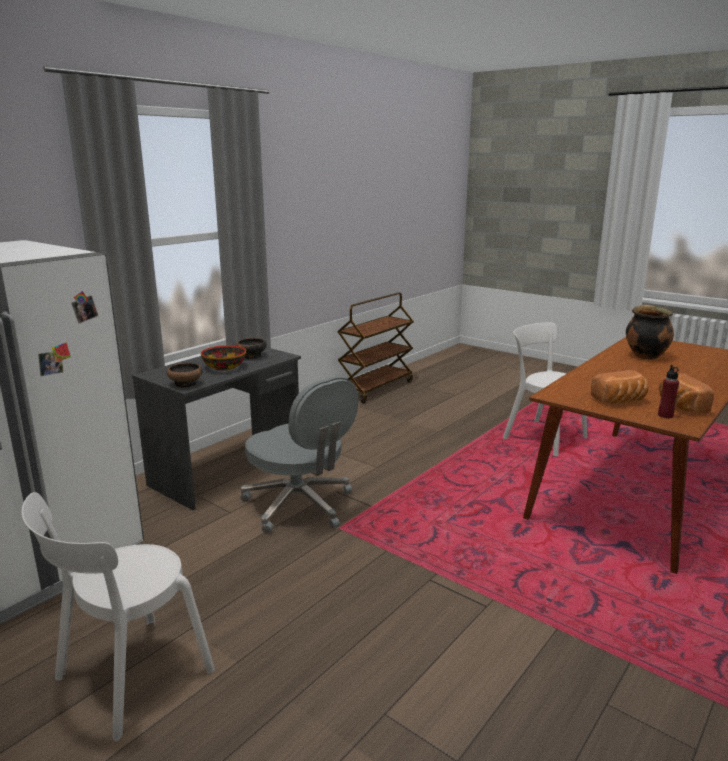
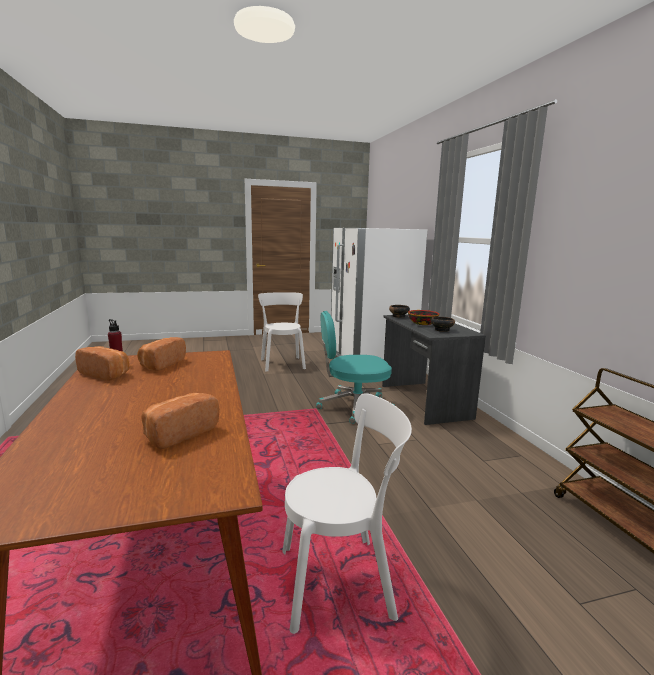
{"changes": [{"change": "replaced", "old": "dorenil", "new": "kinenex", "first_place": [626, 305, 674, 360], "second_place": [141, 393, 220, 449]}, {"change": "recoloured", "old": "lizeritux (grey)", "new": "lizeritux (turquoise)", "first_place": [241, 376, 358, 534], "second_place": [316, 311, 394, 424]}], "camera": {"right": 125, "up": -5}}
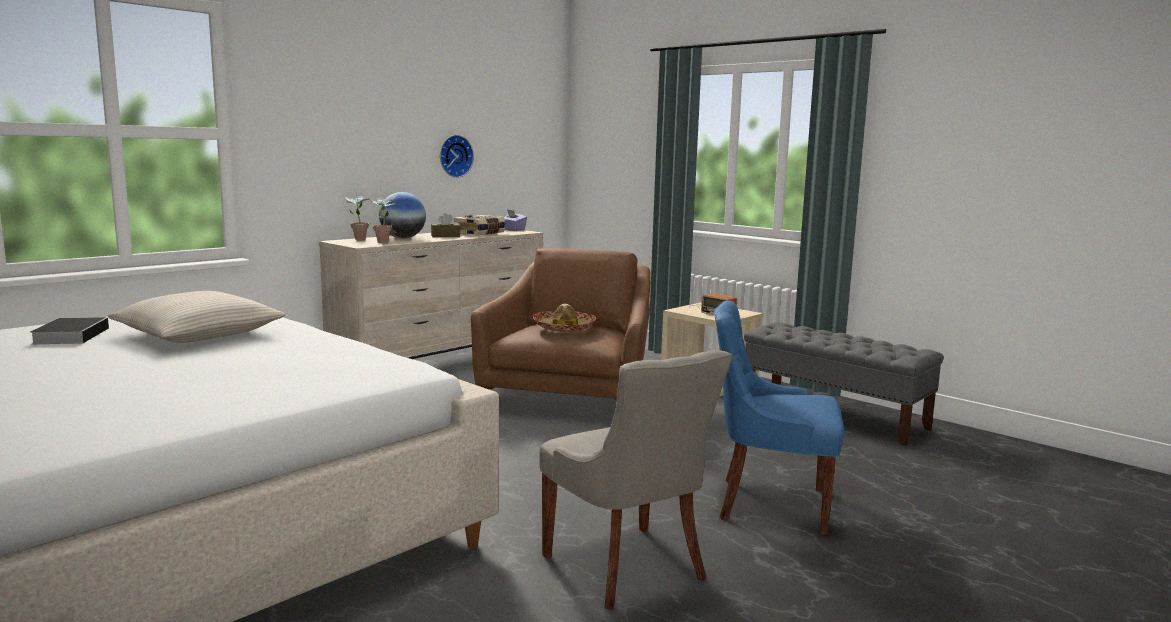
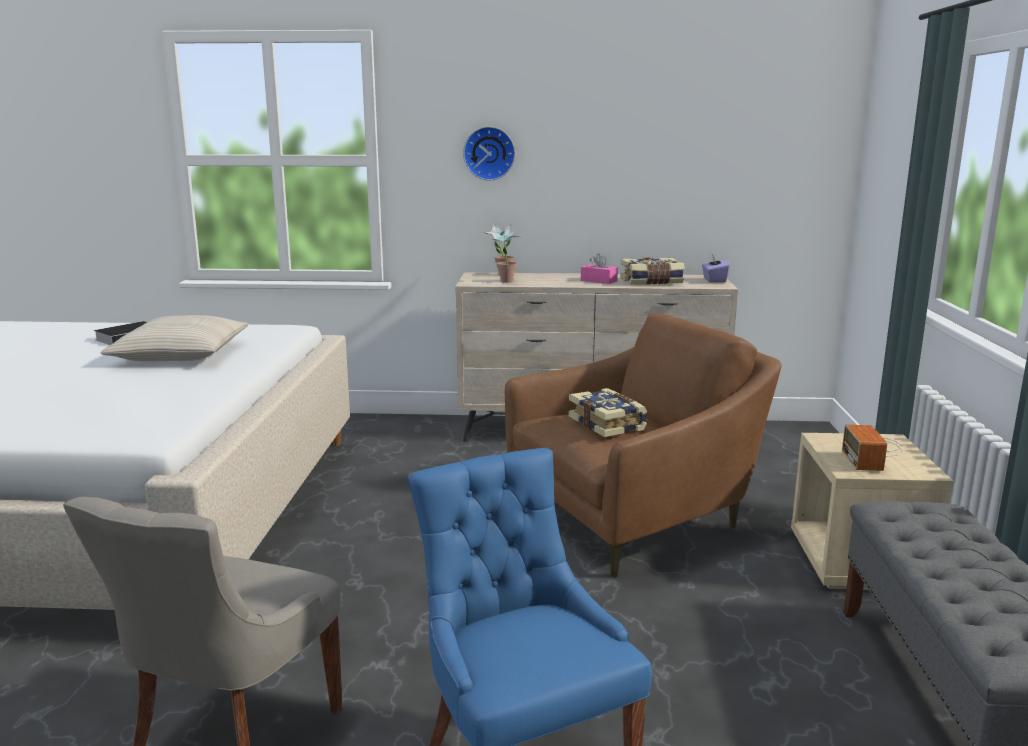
{"changes": [{"change": "moved", "old": "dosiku", "first_place": [440, 135, 474, 178], "second_place": [463, 126, 515, 180]}, {"change": "removed", "old": "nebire", "first_place": [379, 192, 426, 239]}, {"change": "recoloured", "old": "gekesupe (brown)", "new": "gekesupe (pink)", "first_place": [431, 213, 460, 237], "second_place": [581, 253, 618, 284]}, {"change": "replaced", "old": "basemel", "new": "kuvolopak", "first_place": [533, 304, 596, 332], "second_place": [569, 388, 647, 438]}], "camera": {"right": 50, "up": 5}}
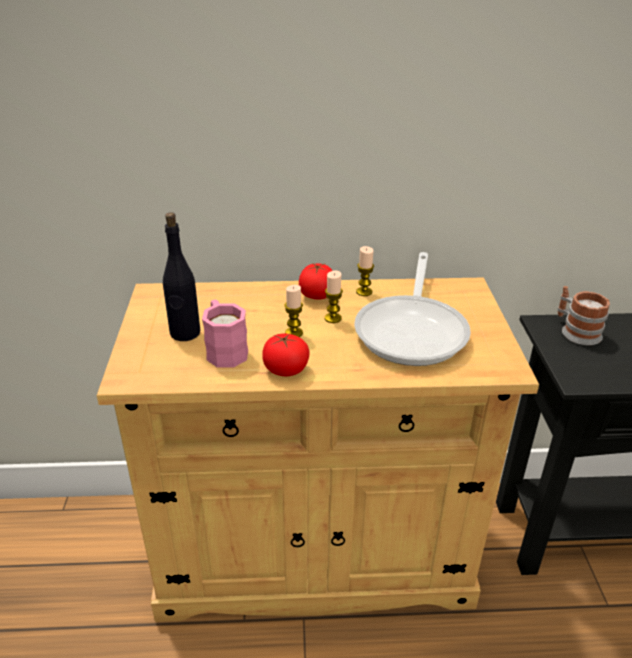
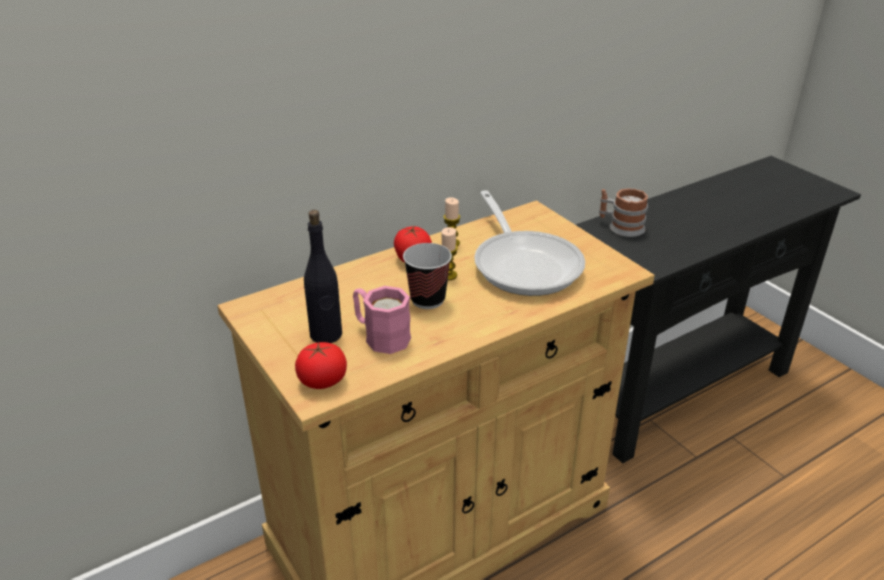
{"changes": [{"change": "replaced", "old": "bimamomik", "new": "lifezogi", "first_place": [284, 285, 303, 337], "second_place": [403, 243, 452, 309]}, {"change": "moved", "old": "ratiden", "first_place": [262, 334, 310, 376], "second_place": [295, 342, 347, 389]}], "camera": {"right": -30, "up": 0}}
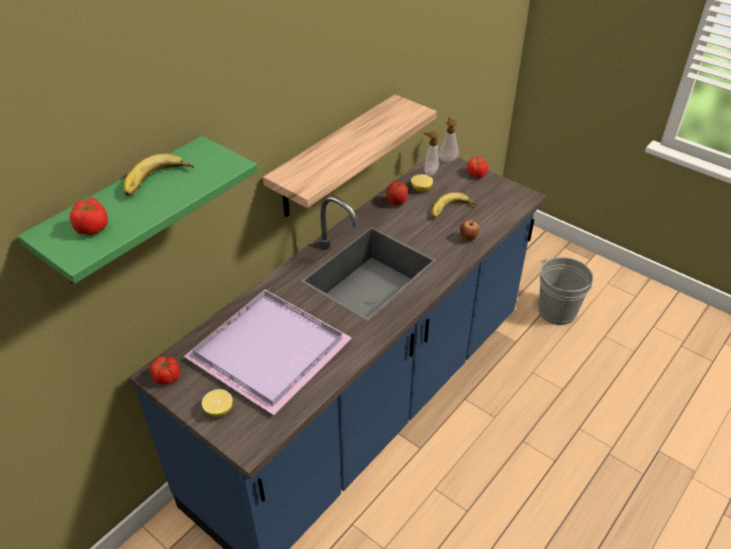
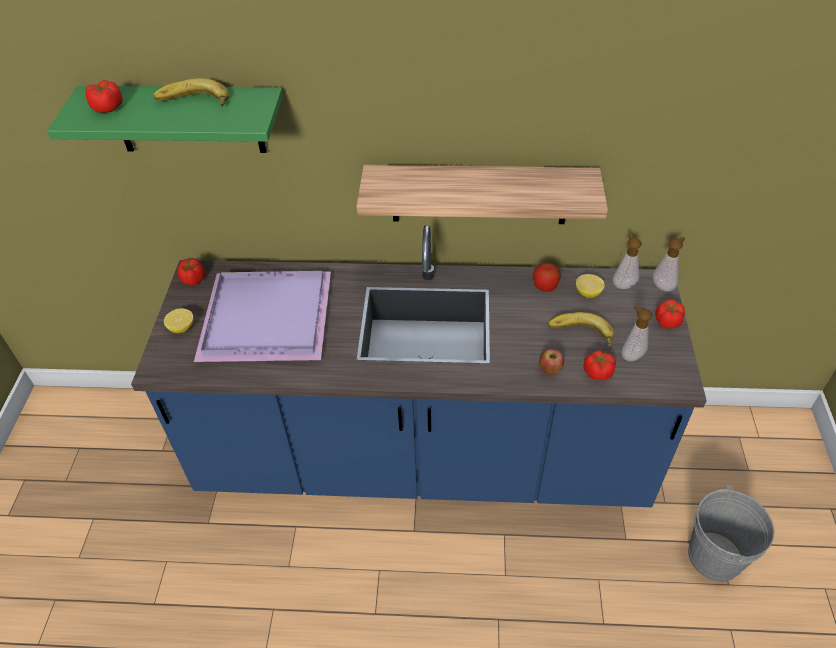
{"changes": [{"change": "added", "new": "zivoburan", "second_place": [621, 304, 653, 362]}, {"change": "added", "new": "ratiden", "second_place": [584, 350, 616, 380]}], "camera": {"right": 55, "up": 5}}
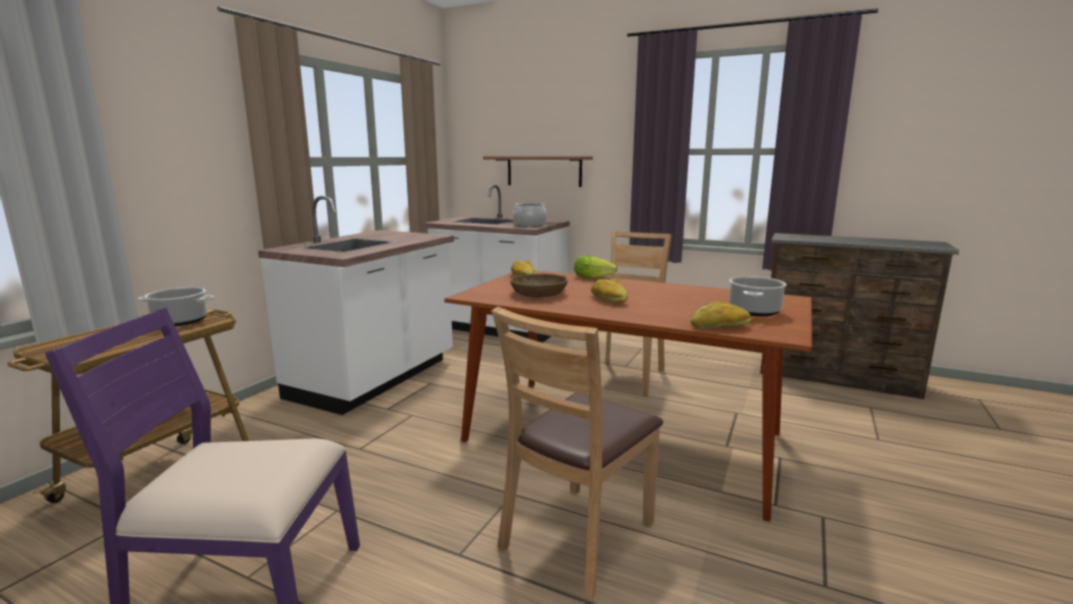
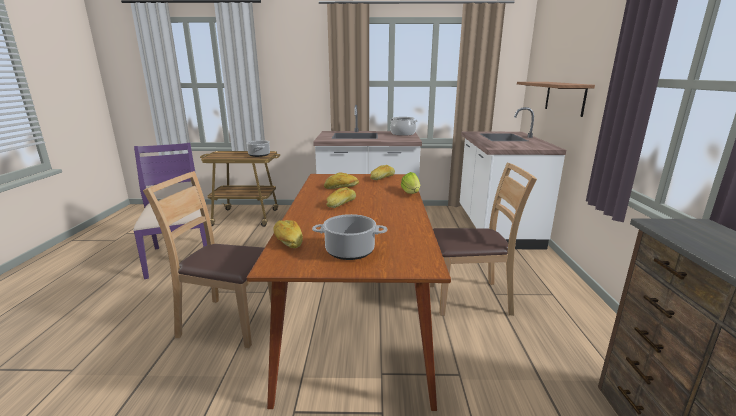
{"changes": [{"change": "moved", "old": "dorenil", "first_place": [513, 203, 547, 227], "second_place": [390, 117, 418, 136]}, {"change": "replaced", "old": "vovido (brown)", "new": "kinenex", "first_place": [510, 273, 568, 298], "second_place": [324, 172, 359, 189]}], "camera": {"right": 65, "up": 5}}
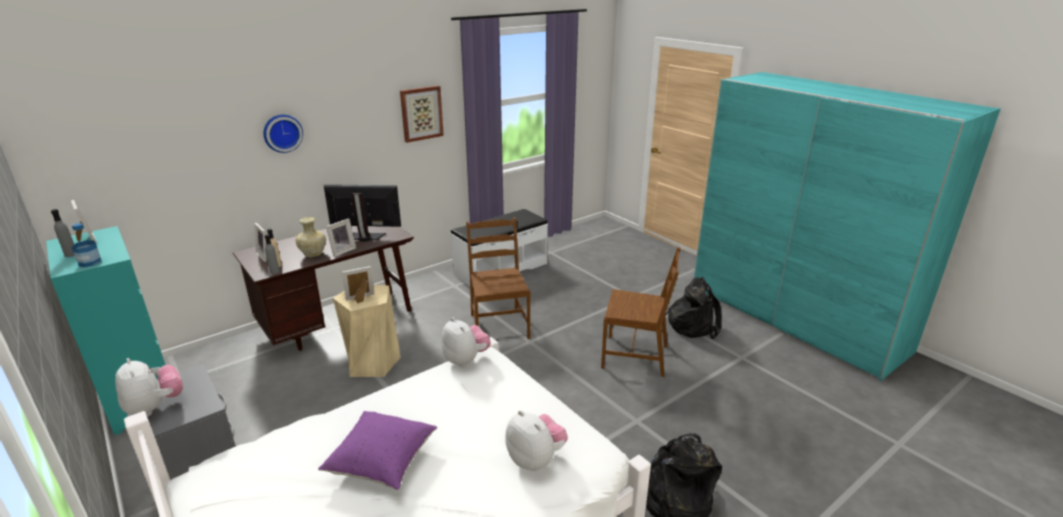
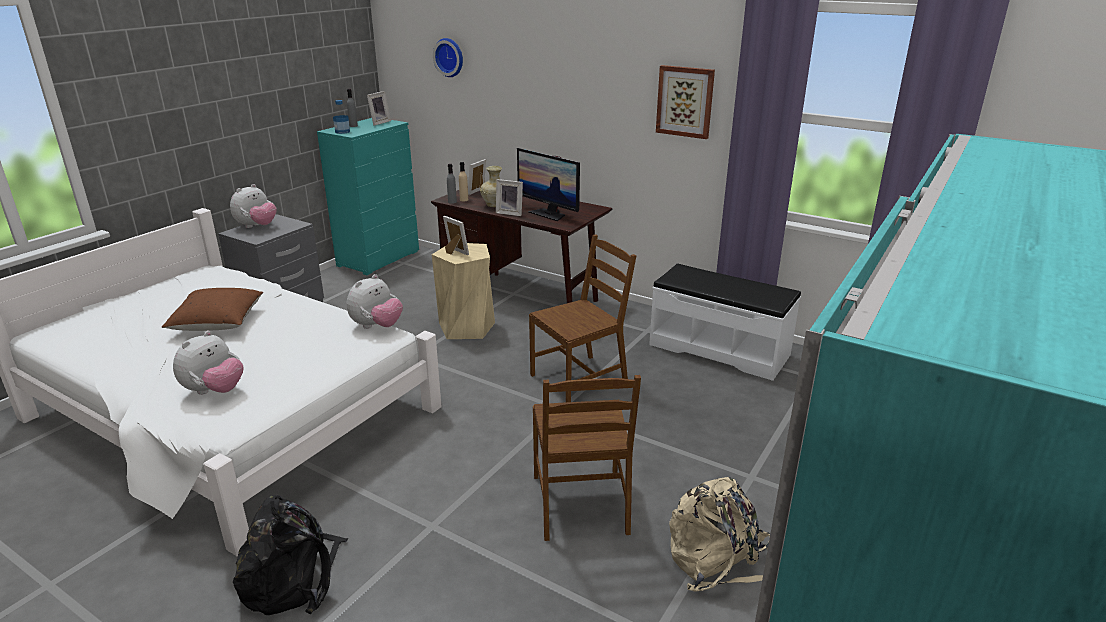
{"changes": [{"change": "moved", "old": "dosiku", "first_place": [263, 115, 303, 153], "second_place": [433, 38, 463, 77]}, {"change": "turned", "old": "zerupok", "first_place": [324, 184, 401, 242], "second_place": [517, 148, 580, 221], "degrees": 150}, {"change": "recoloured", "old": "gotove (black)", "new": "gotove (beige)", "first_place": [665, 277, 722, 339], "second_place": [669, 477, 770, 592]}, {"change": "recoloured", "old": "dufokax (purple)", "new": "dufokax (brown)", "first_place": [318, 411, 437, 490], "second_place": [162, 288, 263, 331]}], "camera": {"right": 70, "up": 0}}
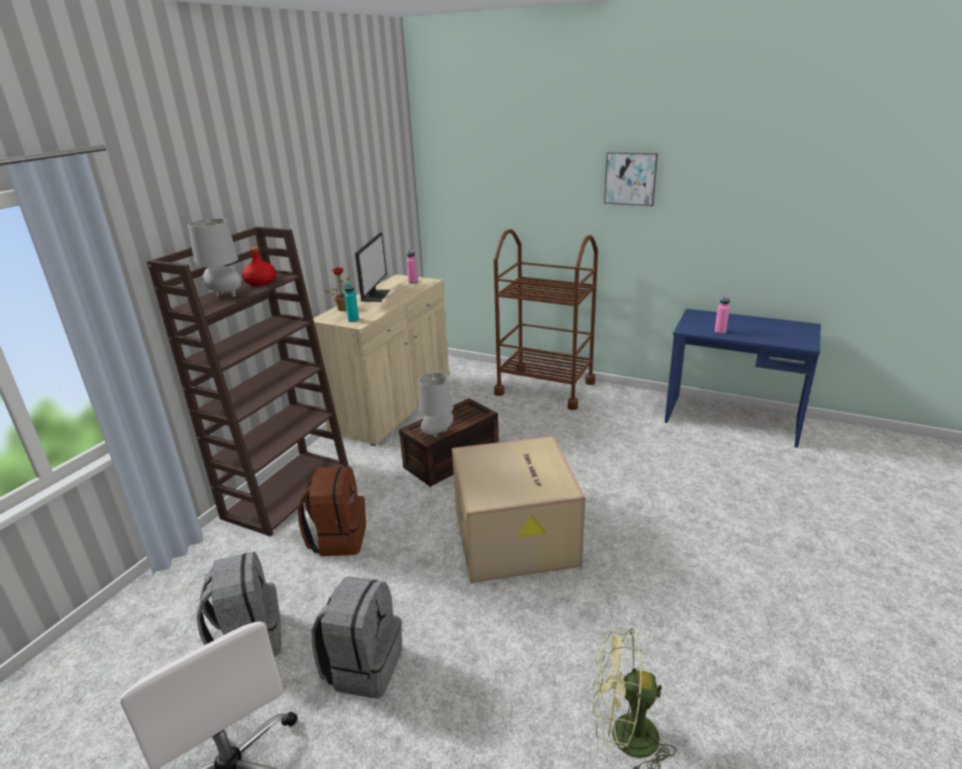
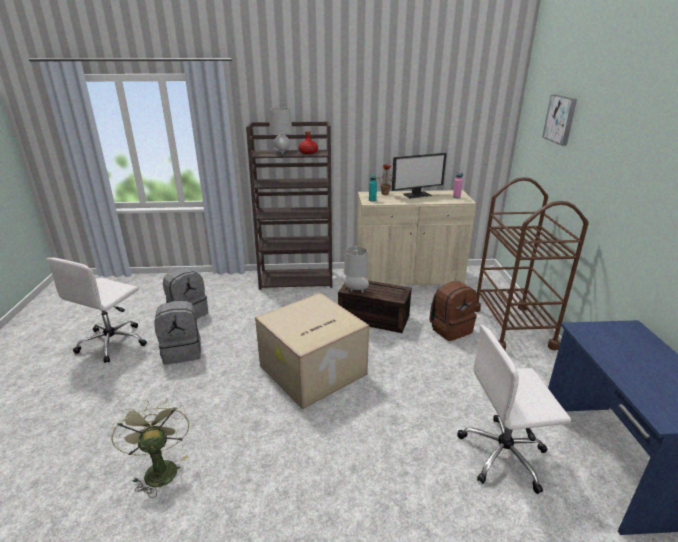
{"changes": [{"change": "moved", "old": "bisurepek", "first_place": [604, 152, 658, 206], "second_place": [542, 94, 577, 146]}, {"change": "removed", "old": "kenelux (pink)", "first_place": [714, 296, 730, 334]}, {"change": "moved", "old": "gotove (brown)", "first_place": [298, 466, 366, 556], "second_place": [429, 281, 477, 341]}, {"change": "added", "new": "lizeritux (white)", "second_place": [457, 325, 571, 494]}], "camera": {"right": 60, "up": 0}}
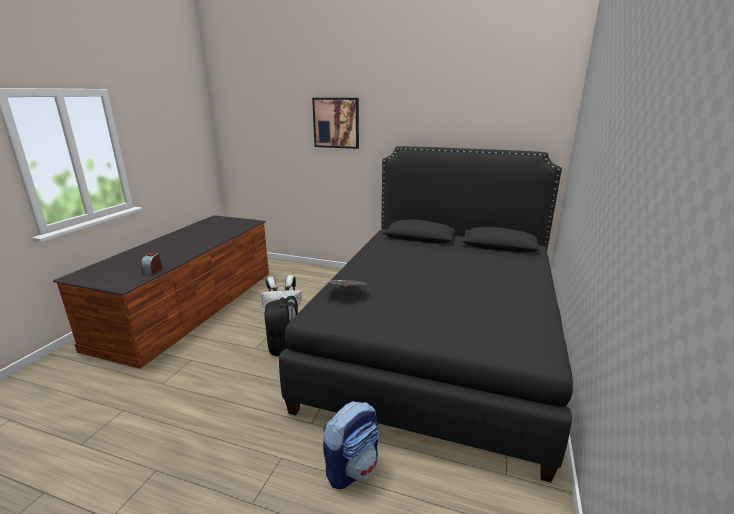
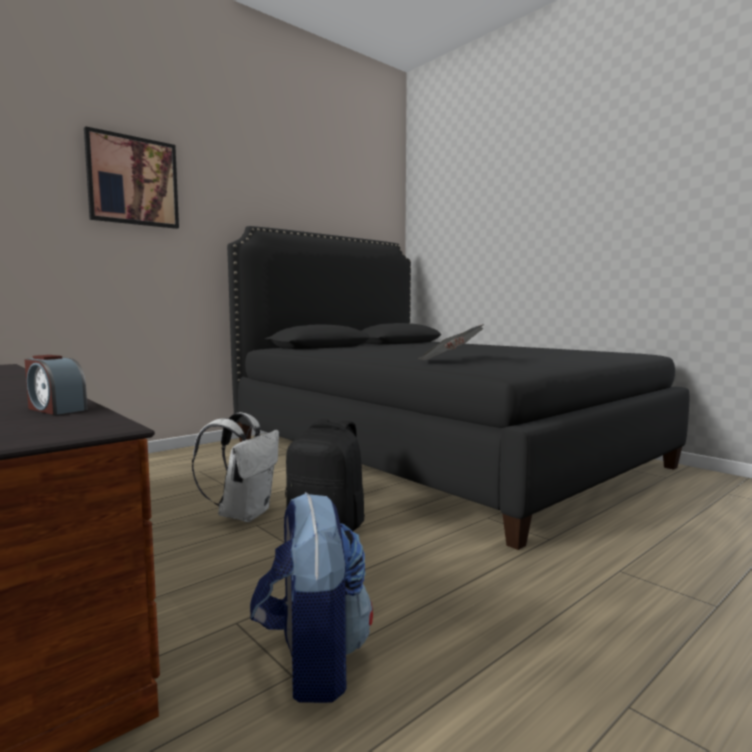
{"changes": [{"change": "moved", "old": "gotove", "first_place": [323, 401, 379, 489], "second_place": [250, 492, 373, 703]}], "camera": {"right": -60, "up": -15}}
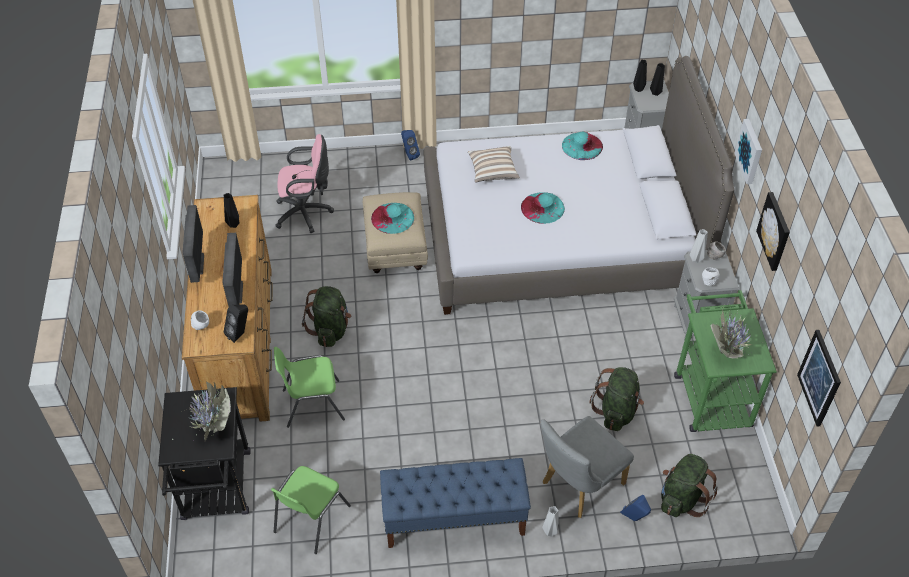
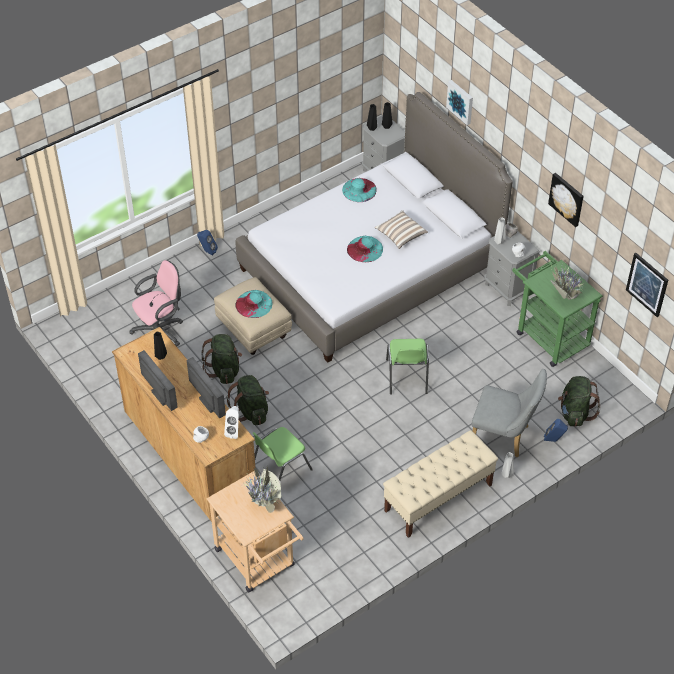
{"changes": [{"change": "moved", "old": "bisurepek", "first_place": [734, 119, 762, 184], "second_place": [446, 80, 473, 125]}, {"change": "moved", "old": "dufokax", "first_place": [468, 146, 520, 183], "second_place": [375, 210, 428, 249]}, {"change": "recoloured", "old": "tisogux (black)", "new": "tisogux (white)", "first_place": [224, 304, 248, 343], "second_place": [224, 406, 239, 439]}, {"change": "moved", "old": "gotove (green)", "first_place": [589, 367, 644, 431], "second_place": [201, 334, 242, 384]}, {"change": "recoloured", "old": "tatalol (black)", "new": "tatalol (beige)", "first_place": [158, 387, 251, 520], "second_place": [206, 471, 303, 593]}, {"change": "turned", "old": "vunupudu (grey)", "first_place": [540, 416, 634, 518], "second_place": [472, 369, 547, 457], "degrees": -90}, {"change": "recoloured", "old": "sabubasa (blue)", "new": "sabubasa (beige)", "first_place": [380, 458, 531, 548], "second_place": [383, 430, 498, 538]}, {"change": "moved", "old": "vunupudu (green)", "first_place": [271, 466, 351, 554], "second_place": [386, 339, 429, 395]}], "camera": {"right": -30, "up": 0}}
